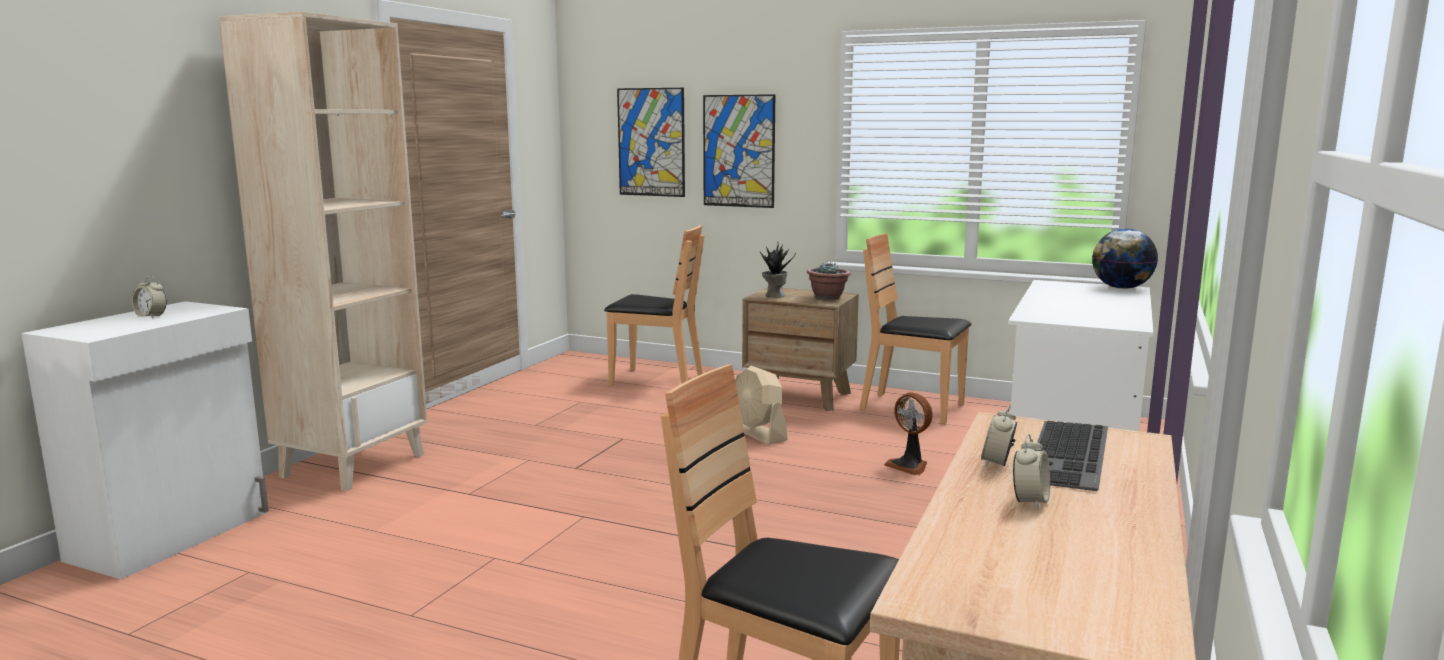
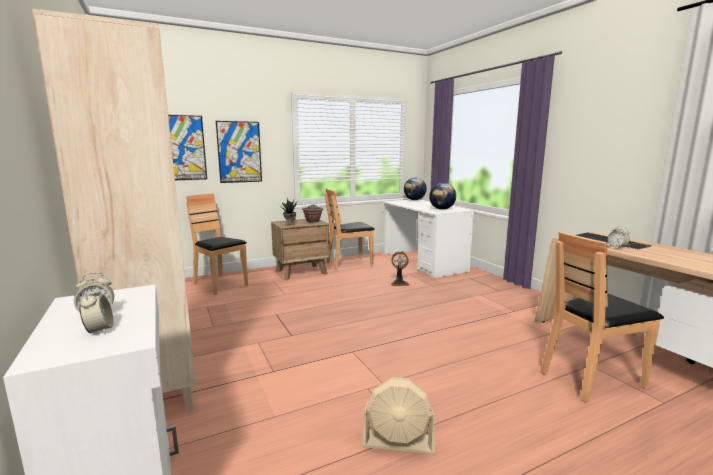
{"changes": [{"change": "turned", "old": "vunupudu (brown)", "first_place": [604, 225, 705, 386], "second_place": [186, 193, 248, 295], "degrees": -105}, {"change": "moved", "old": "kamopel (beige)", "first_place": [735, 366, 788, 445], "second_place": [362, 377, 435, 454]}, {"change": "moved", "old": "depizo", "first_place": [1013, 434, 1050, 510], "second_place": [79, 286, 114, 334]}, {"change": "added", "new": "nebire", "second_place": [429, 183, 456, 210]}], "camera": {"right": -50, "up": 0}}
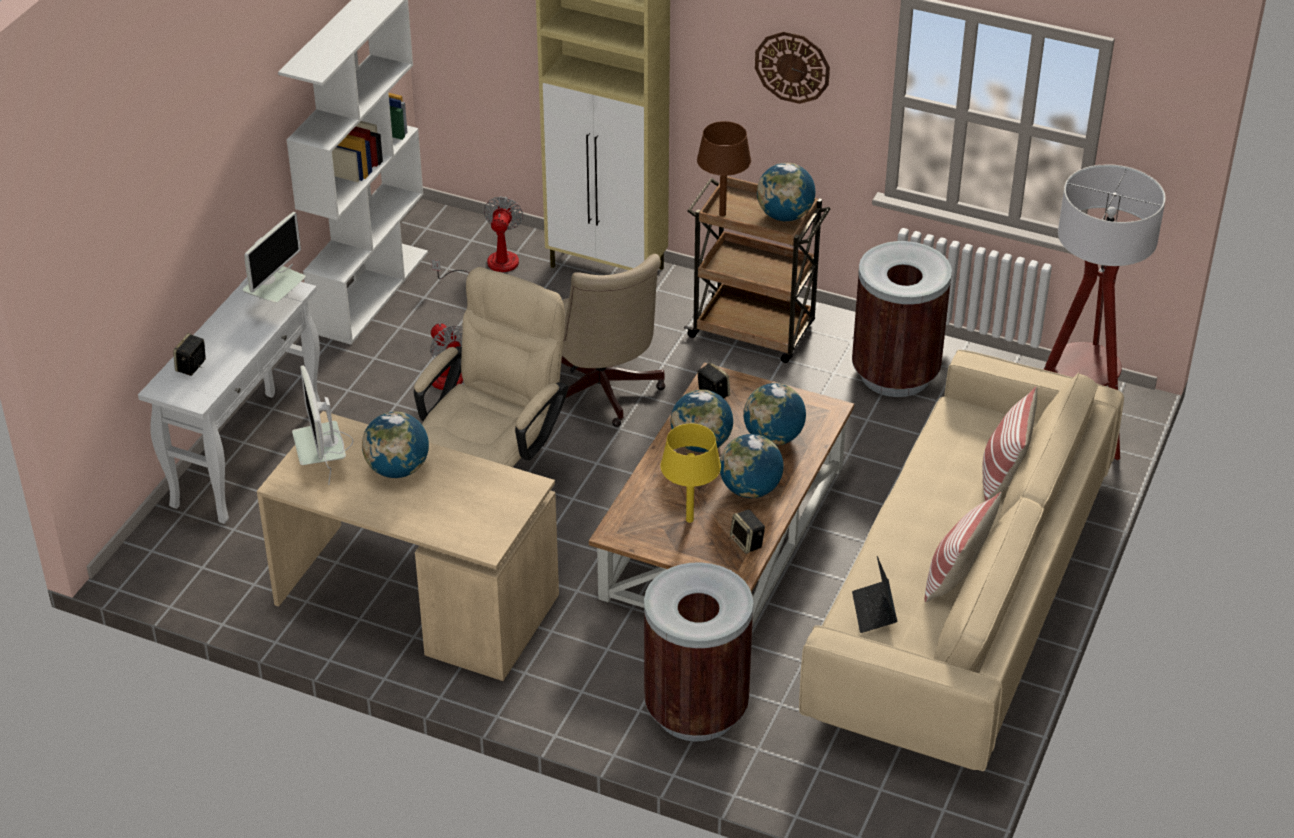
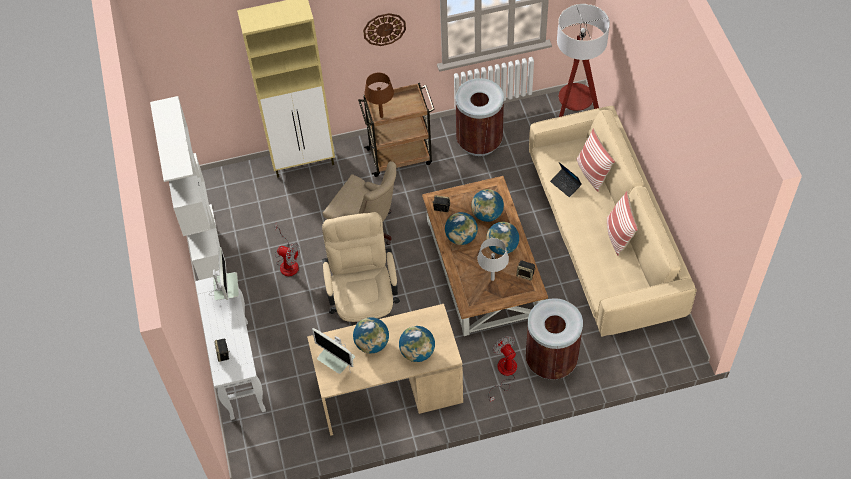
{"changes": [{"change": "moved", "old": "nebire", "first_place": [757, 163, 815, 221], "second_place": [399, 326, 435, 362]}, {"change": "moved", "old": "kamopel", "first_place": [431, 196, 524, 279], "second_place": [488, 336, 517, 402]}, {"change": "recoloured", "old": "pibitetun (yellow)", "new": "pibitetun (grey)", "first_place": [661, 424, 721, 523], "second_place": [477, 238, 509, 281]}, {"change": "moved", "old": "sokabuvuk", "first_place": [852, 556, 897, 633], "second_place": [550, 162, 582, 197]}], "camera": {"right": -35, "up": 15}}
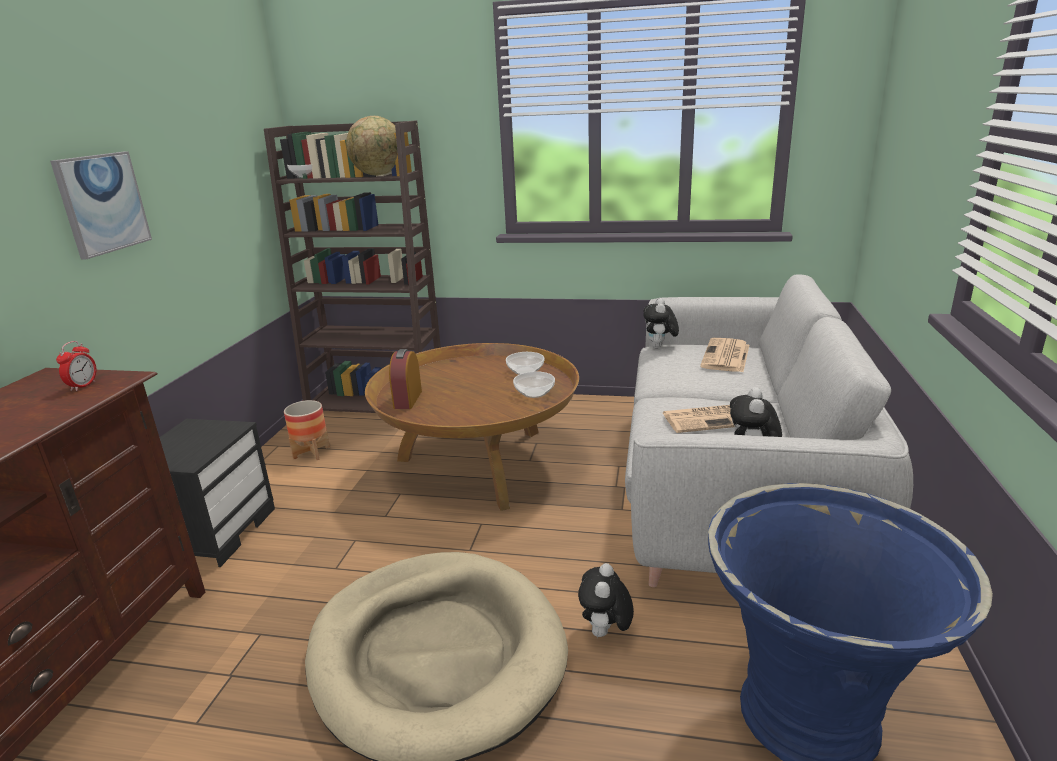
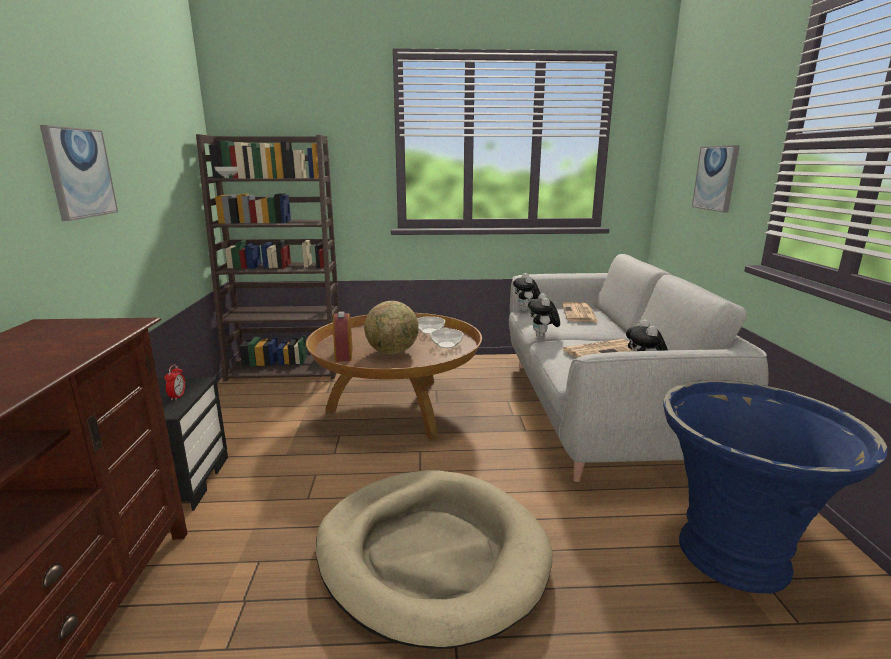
{"changes": [{"change": "moved", "old": "nebire", "first_place": [346, 116, 398, 176], "second_place": [364, 301, 419, 355]}, {"change": "moved", "old": "depizo", "first_place": [56, 341, 96, 391], "second_place": [165, 364, 185, 401]}, {"change": "removed", "old": "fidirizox", "first_place": [284, 400, 330, 460]}, {"change": "moved", "old": "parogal", "first_place": [578, 563, 634, 639], "second_place": [528, 293, 560, 338]}, {"change": "added", "new": "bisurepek", "second_place": [692, 145, 740, 213]}], "camera": {"right": -15, "up": -5}}
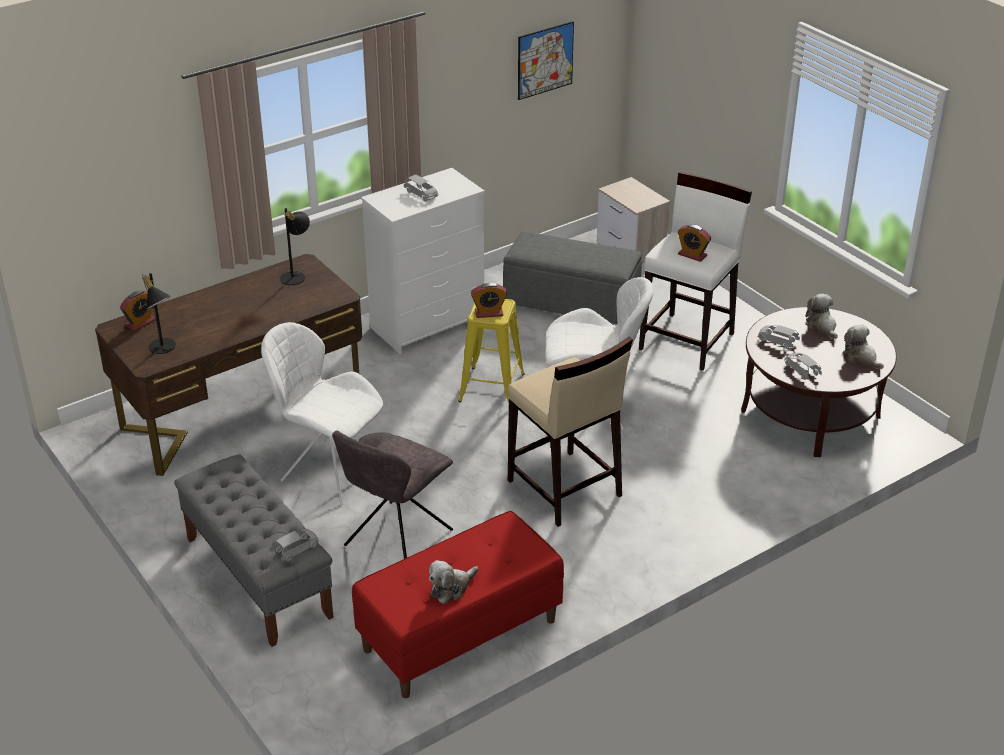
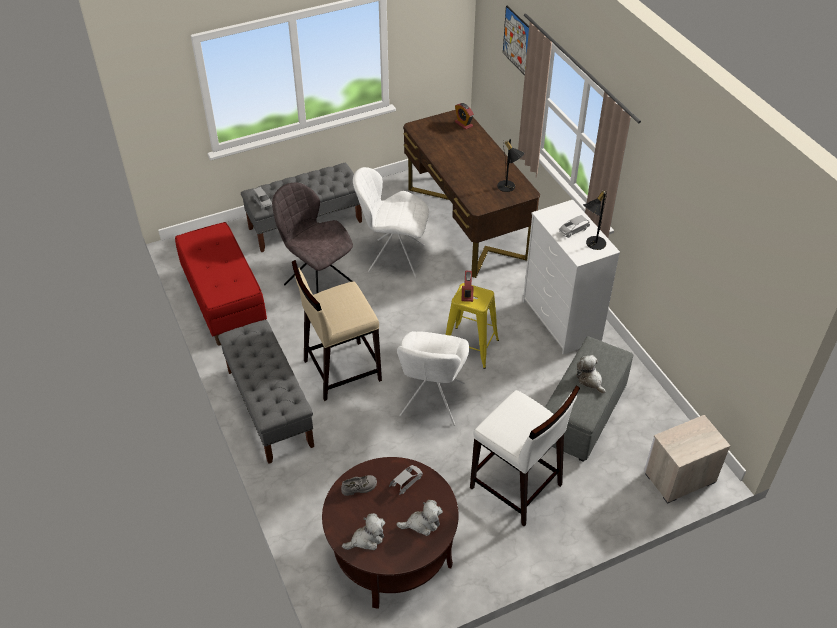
{"changes": [{"change": "moved", "old": "bisurepek", "first_place": [518, 21, 574, 100], "second_place": [503, 6, 529, 75]}, {"change": "removed", "old": "depizo", "first_place": [678, 224, 711, 262]}, {"change": "moved", "old": "pibitetun (black)", "first_place": [142, 273, 176, 354], "second_place": [583, 190, 607, 250]}, {"change": "turned", "old": "vunupudu (white)", "first_place": [261, 322, 383, 505], "second_place": [353, 167, 429, 278], "degrees": -120}, {"change": "replaced", "old": "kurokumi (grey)", "new": "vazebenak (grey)", "first_place": [784, 352, 822, 380], "second_place": [341, 475, 377, 496]}, {"change": "moved", "old": "parogal", "first_place": [429, 560, 478, 604], "second_place": [576, 355, 606, 394]}, {"change": "added", "new": "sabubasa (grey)", "second_place": [218, 320, 314, 464]}], "camera": {"right": 100, "up": 10}}
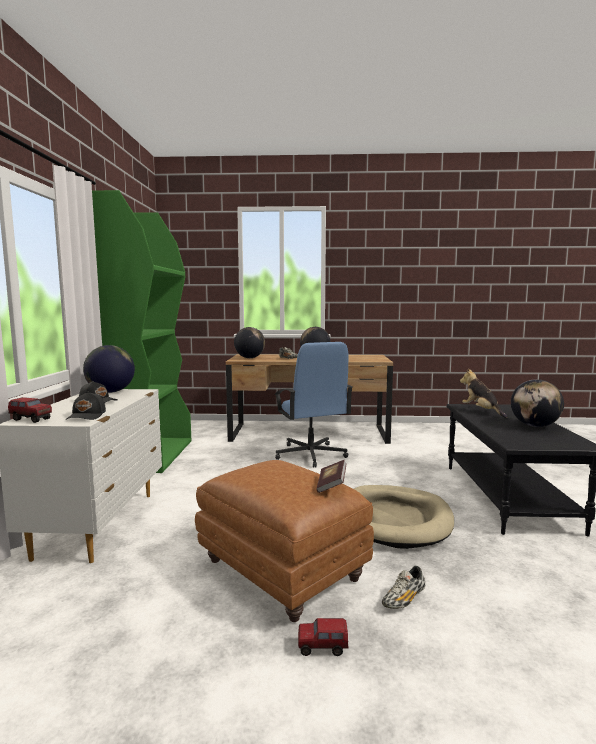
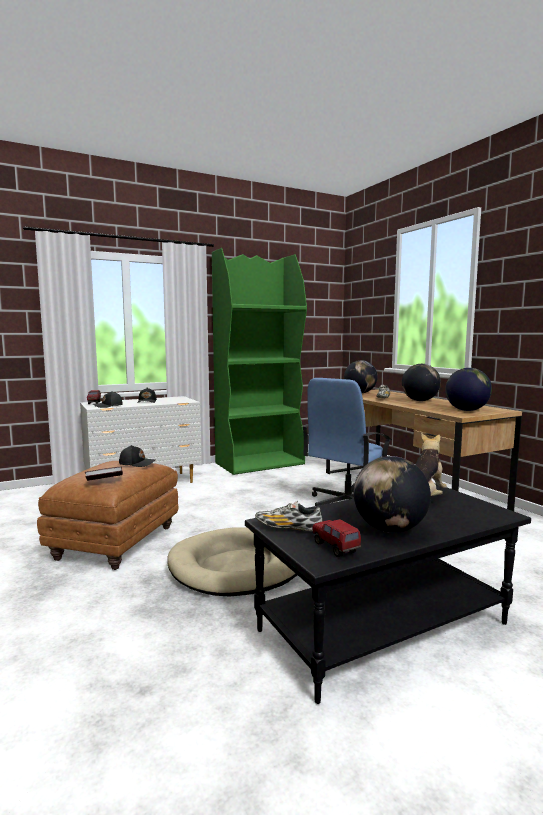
{"changes": [{"change": "moved", "old": "nebire", "first_place": [83, 345, 135, 393], "second_place": [445, 368, 492, 411]}, {"change": "moved", "old": "vazebenak", "first_place": [382, 566, 425, 609], "second_place": [255, 501, 323, 531]}, {"change": "moved", "old": "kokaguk", "first_place": [298, 618, 349, 656], "second_place": [312, 519, 361, 557]}, {"change": "added", "new": "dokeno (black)", "second_place": [119, 445, 155, 467]}], "camera": {"right": 60, "up": 0}}
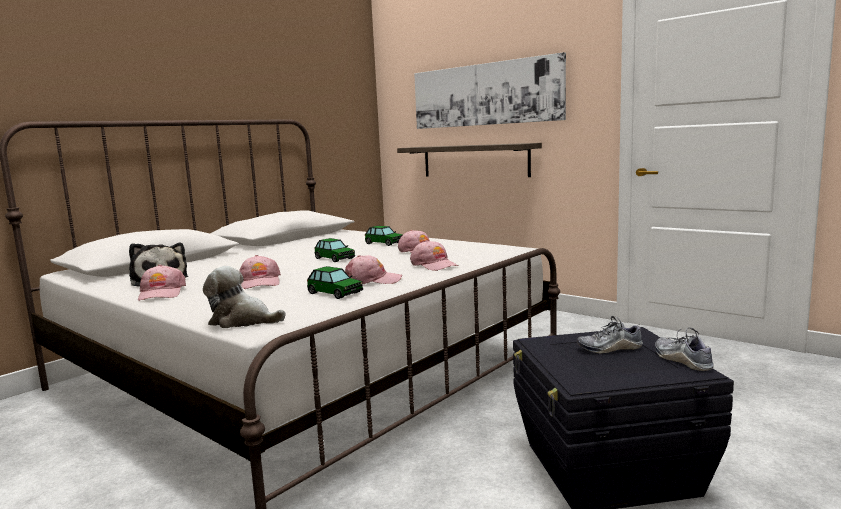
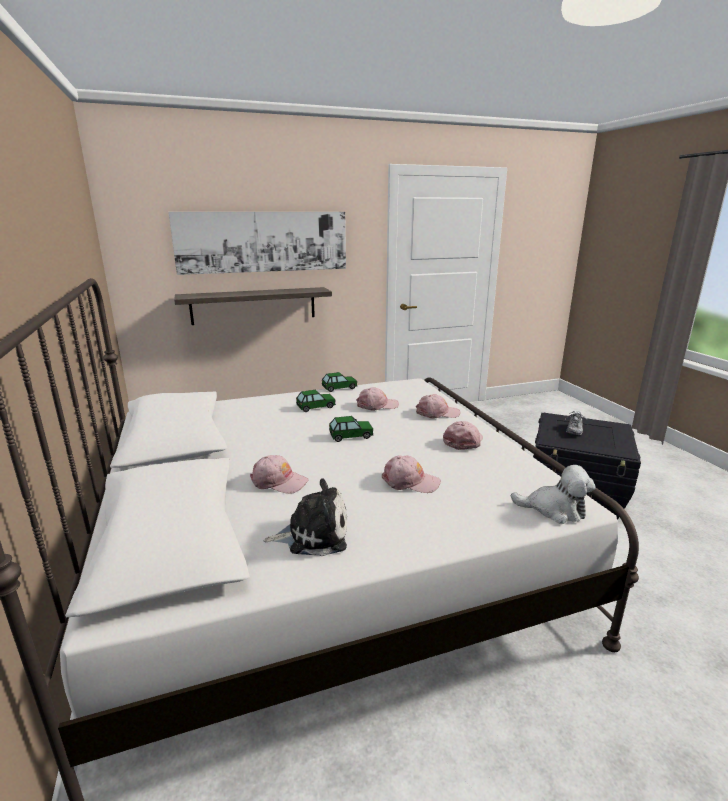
{"changes": [{"change": "moved", "old": "dokeno (pink)", "first_place": [138, 264, 186, 301], "second_place": [250, 455, 309, 494]}, {"change": "turned", "old": "parogal", "first_place": [203, 266, 286, 328], "second_place": [511, 465, 596, 524], "degrees": -120}, {"change": "moved", "old": "kurokumi", "first_place": [307, 266, 363, 299], "second_place": [322, 372, 357, 392]}, {"change": "removed", "old": "vazebenak", "first_place": [655, 328, 714, 371]}], "camera": {"right": -60, "up": 10}}
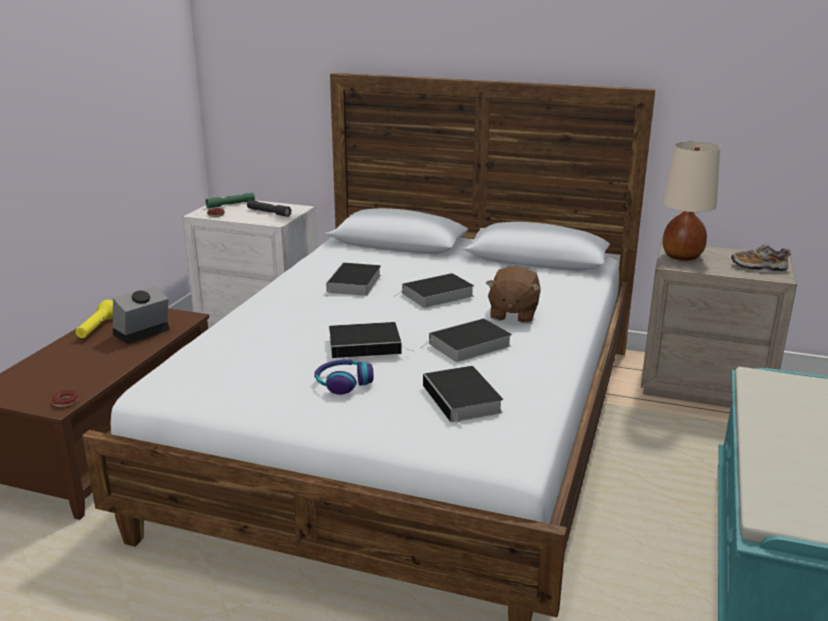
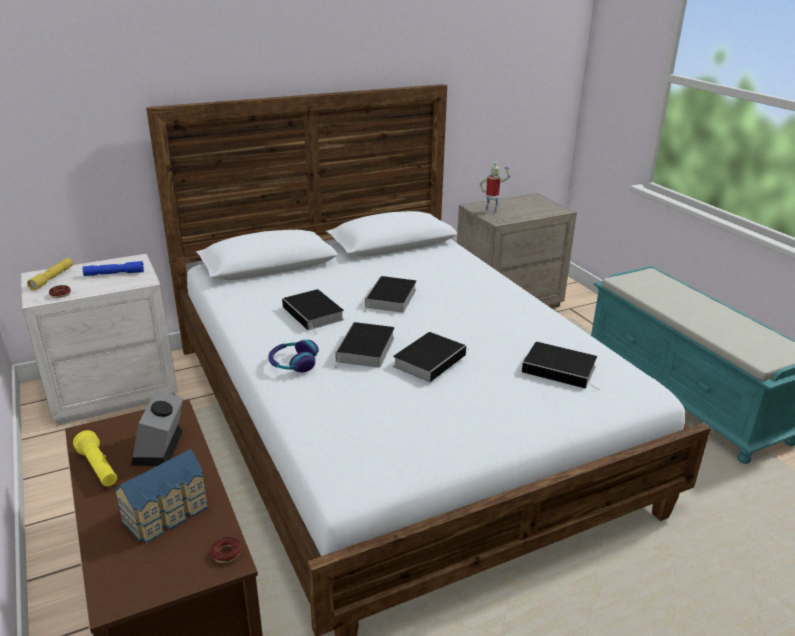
{"changes": [{"change": "replaced", "old": "pibitetun (beige)", "new": "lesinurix", "first_place": [662, 142, 720, 261], "second_place": [480, 162, 510, 215]}, {"change": "recoloured", "old": "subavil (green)", "new": "subavil (yellow)", "first_place": [205, 193, 255, 209], "second_place": [27, 258, 73, 291]}, {"change": "recoloured", "old": "subavil (grey)", "new": "subavil (blue)", "first_place": [247, 200, 291, 217], "second_place": [83, 261, 144, 276]}, {"change": "removed", "old": "vazebenak", "first_place": [731, 243, 791, 272]}, {"change": "removed", "old": "parogal (brown)", "first_place": [486, 266, 541, 323]}, {"change": "moved", "old": "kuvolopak", "first_place": [420, 318, 512, 362], "second_place": [335, 322, 394, 369]}, {"change": "moved", "old": "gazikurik", "first_place": [315, 359, 374, 395], "second_place": [268, 340, 319, 373]}, {"change": "added", "new": "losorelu", "second_place": [114, 449, 208, 543]}], "camera": {"right": -45, "up": 5}}
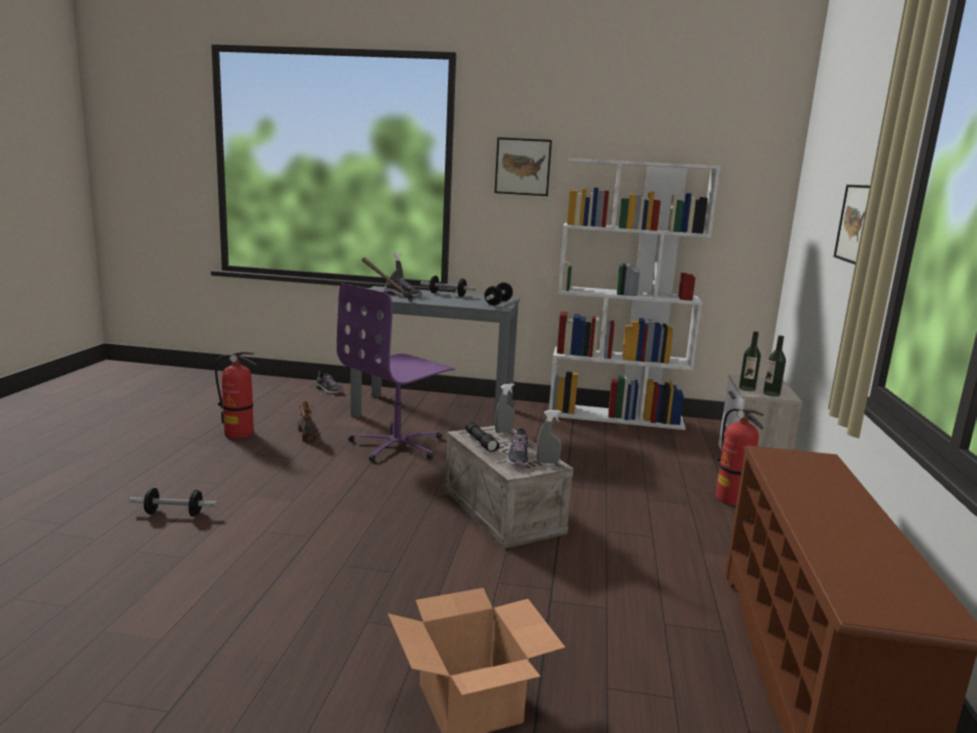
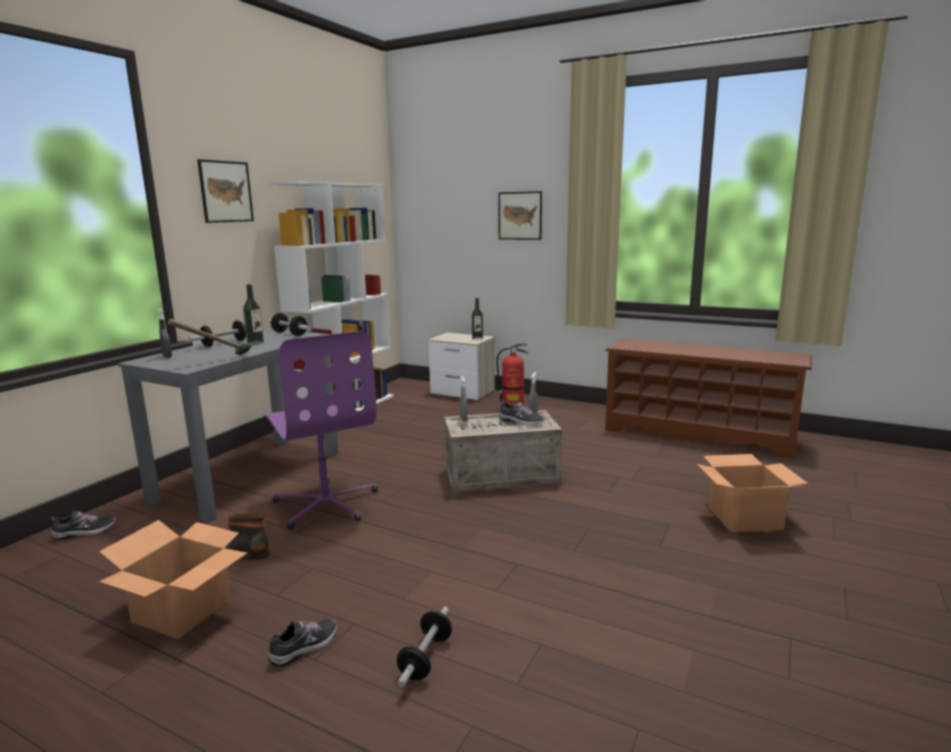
{"changes": [{"change": "moved", "old": "vazebenak", "first_place": [384, 275, 422, 297], "second_place": [268, 618, 337, 667]}, {"change": "moved", "old": "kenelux", "first_place": [739, 331, 761, 391], "second_place": [243, 284, 264, 345]}, {"change": "replaced", "old": "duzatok", "new": "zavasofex", "first_place": [215, 351, 256, 439], "second_place": [99, 520, 247, 639]}, {"change": "removed", "old": "subavil (black)", "first_place": [465, 422, 499, 452]}], "camera": {"right": -70, "up": 0}}
